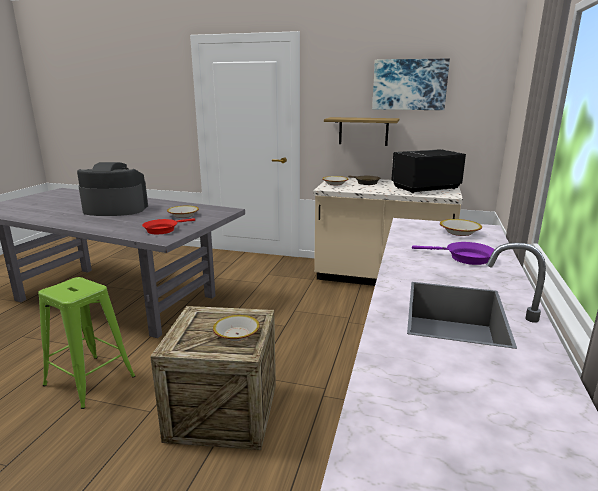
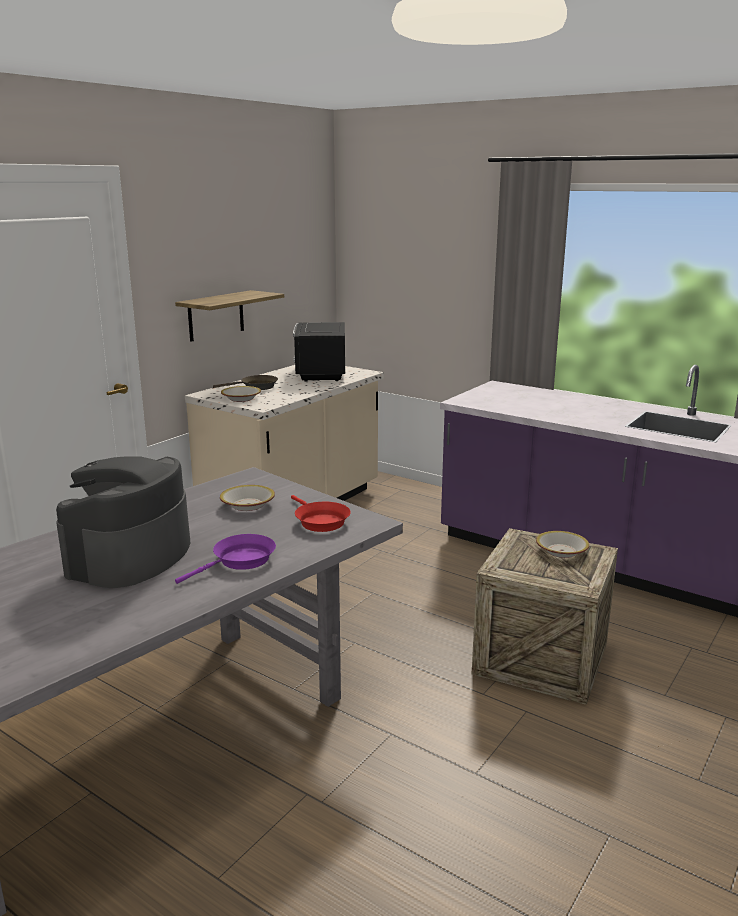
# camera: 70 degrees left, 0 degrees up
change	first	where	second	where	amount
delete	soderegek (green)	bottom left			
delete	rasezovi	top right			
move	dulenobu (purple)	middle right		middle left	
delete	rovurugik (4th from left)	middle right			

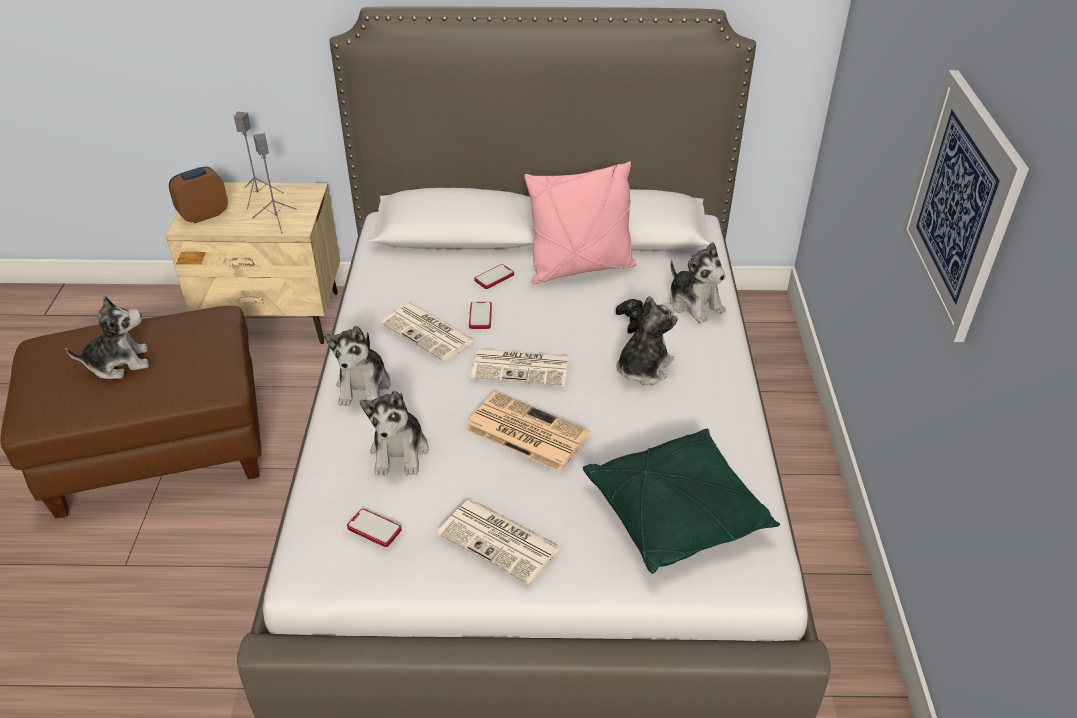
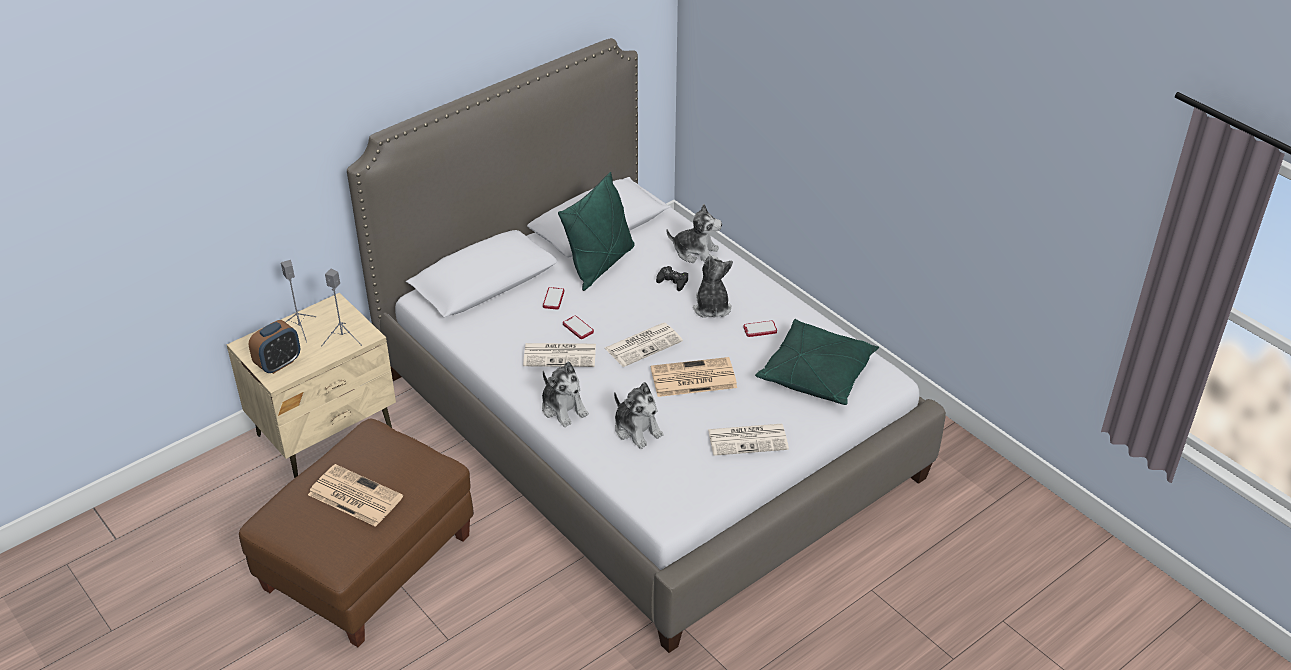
# camera: 40 degrees left, 0 degrees up
change	first	where	second	where	amount
replace	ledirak (1st from left)	middle left	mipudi (1st from left)	bottom left	
rotate	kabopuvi	top left		middle left	150 degrees counterclockwise
move	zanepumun (1st from left in the first image)	bottom centre	zanepumun (3rd from left)	centre	
recolor	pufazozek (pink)	top centre	pufazozek (green) (1st from left)	centre	
delete	rasezovi	top right			

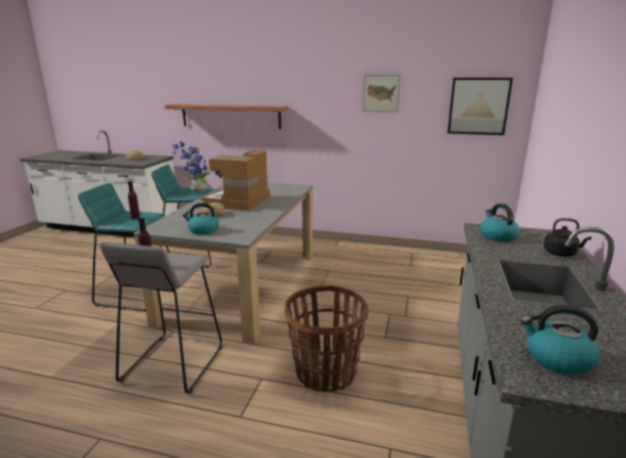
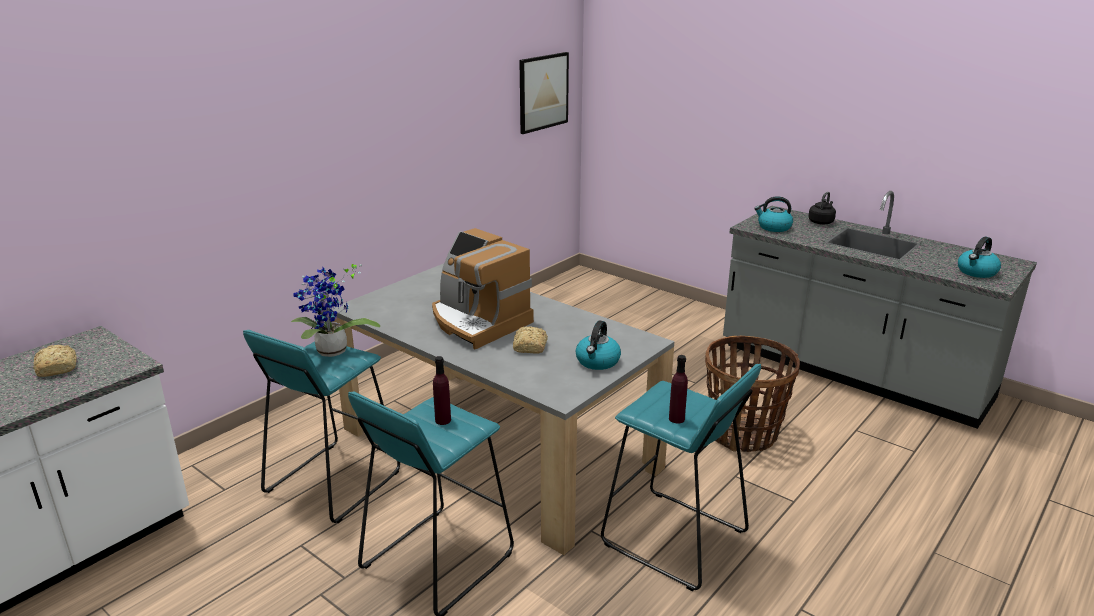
# camera: 65 degrees left, 5 degrees up
change	first	where	second	where	amount
recolor	soderegek (grey)	bottom left	soderegek (turquoise) (3rd from left)	bottom centre	
delete	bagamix	top centre			
delete	rasezovi (1st from left)	top centre			

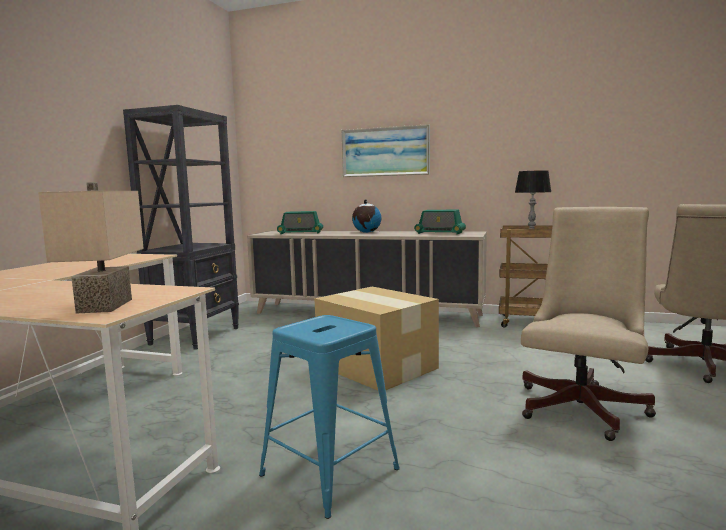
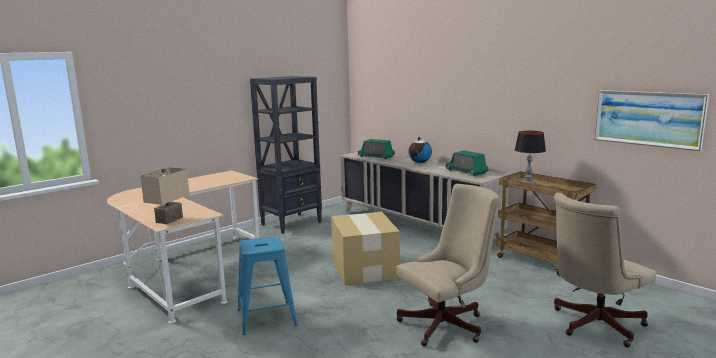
# camera: 30 degrees right, 5 degrees up
change	first	where	second	where	amount
move	rasezovi	top centre		middle right	

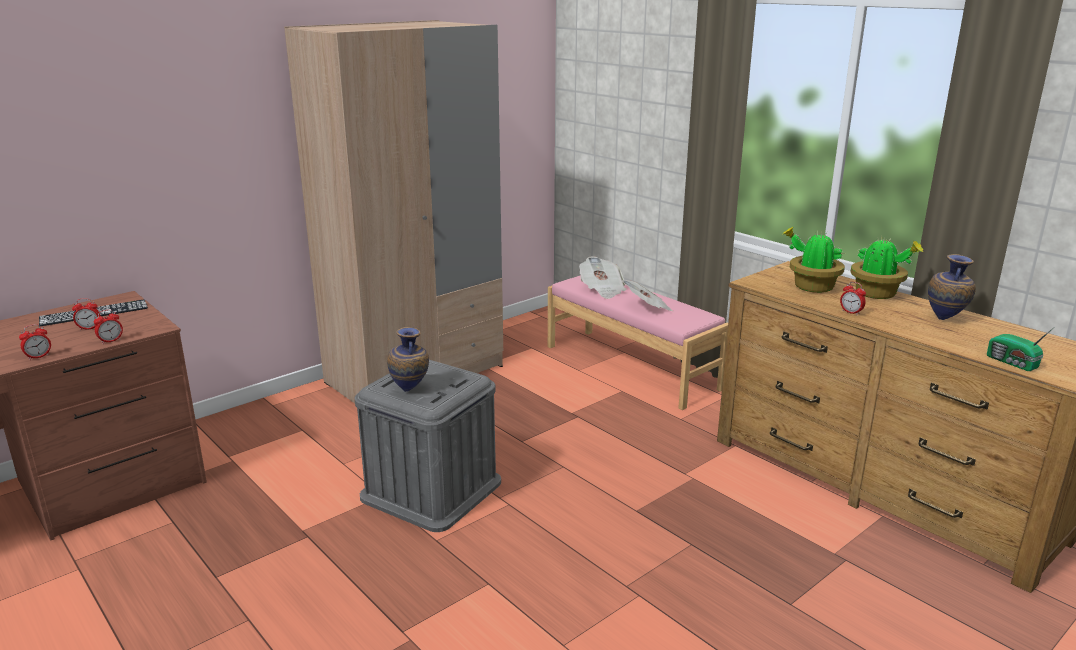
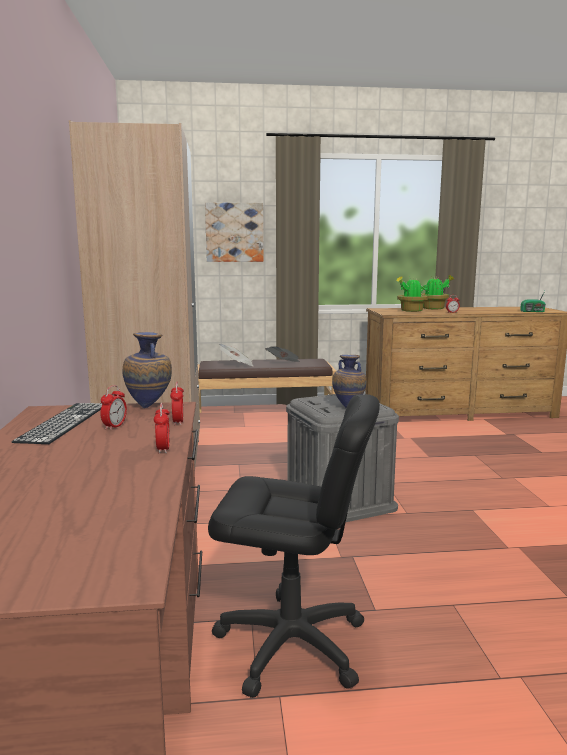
# camera: 55 degrees left, 10 degrees down
change	first	where	second	where	amount
recolor	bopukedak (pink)	centre	bopukedak (brown)	centre	
move	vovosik (2nd from left in the first image)	middle right	vovosik (1st from left)	middle left	
insert			rasezovi	top centre	
insert			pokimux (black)	bottom centre	

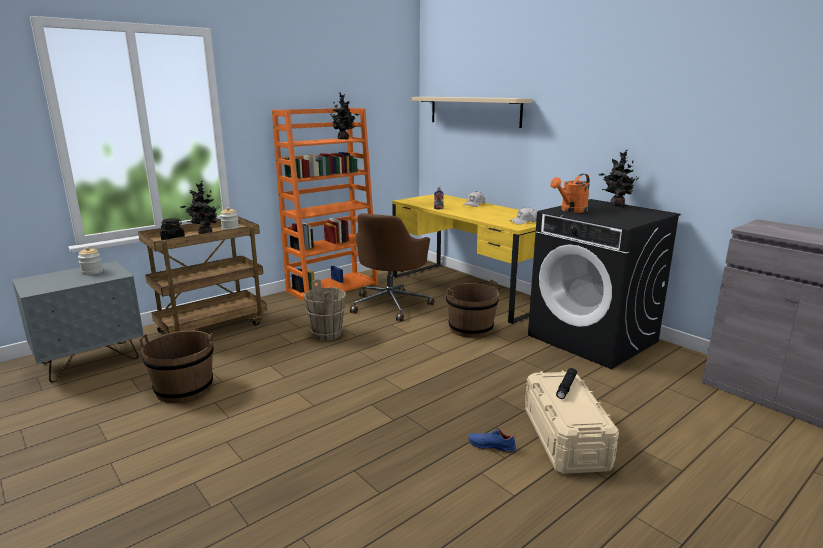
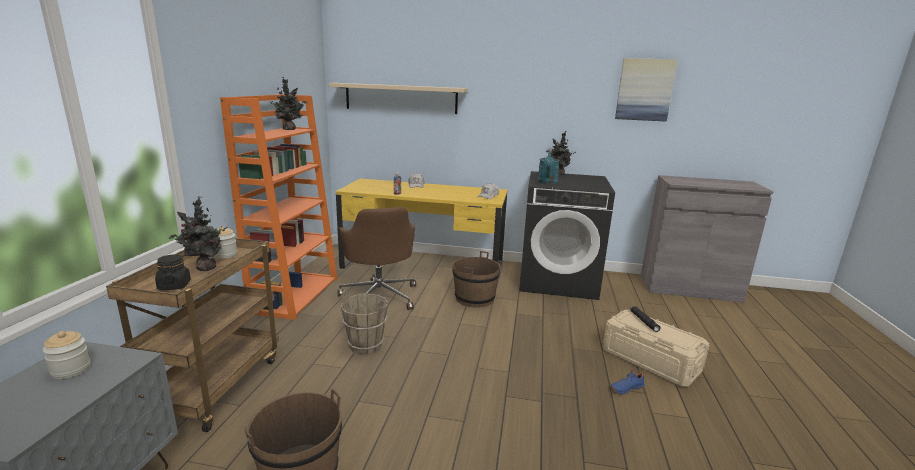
# camera: 40 degrees left, 0 degrees up
change	first	where	second	where	amount
recolor	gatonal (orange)	middle right	gatonal (turquoise)	centre	
insert			rasezovi	top right	

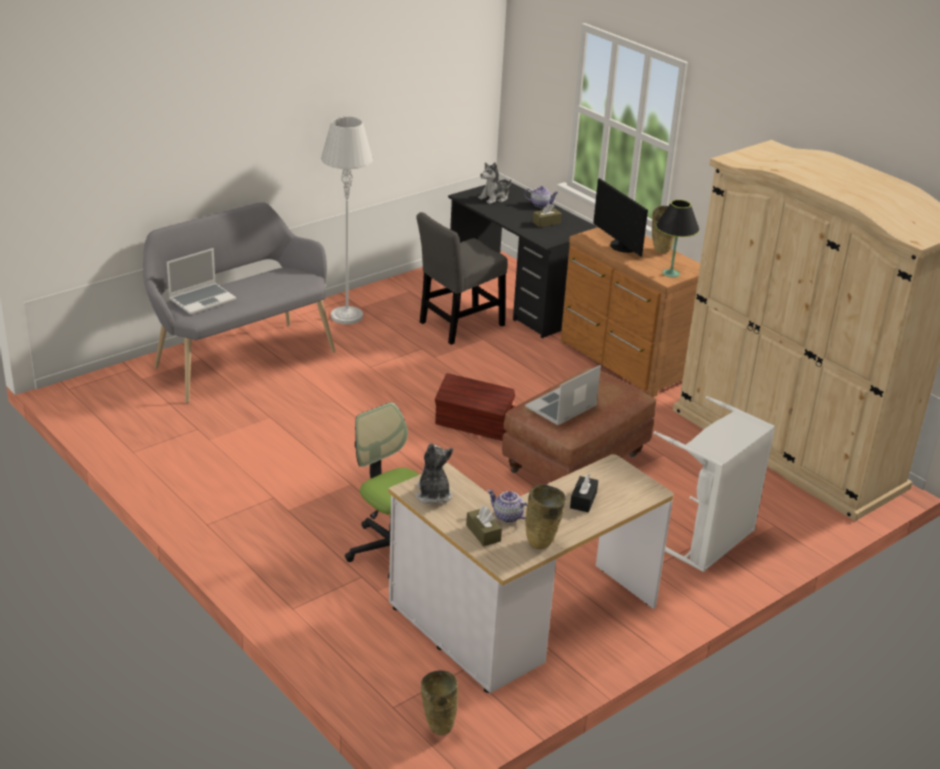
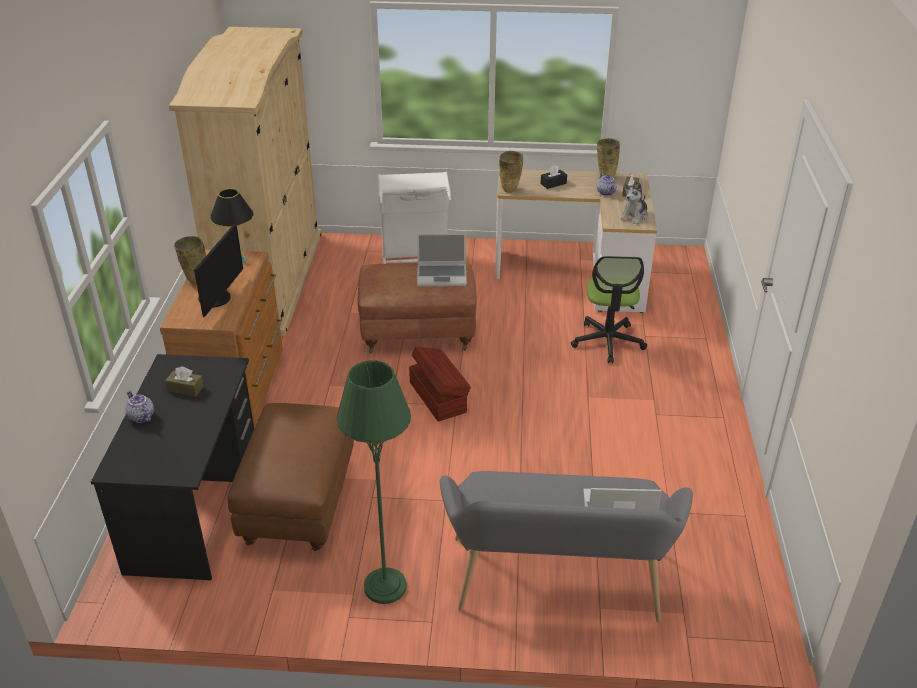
# camera: 135 degrees left, 5 degrees up
change	first	where	second	where	amount
recolor	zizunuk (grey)	top centre	zizunuk (green)	bottom centre	
replace	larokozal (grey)	centre	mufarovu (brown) (1st from left)	bottom left	
move	vovosik (beige) (1st from left in the first image)	bottom centre	vovosik (beige) (2nd from left)	top centre	
delete	ledirak (2nd from left)	top centre			

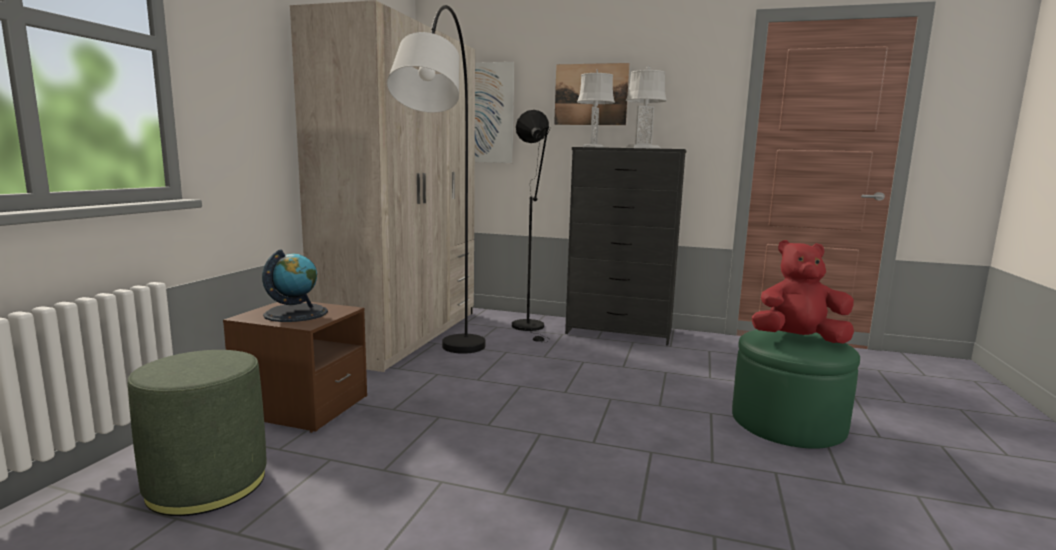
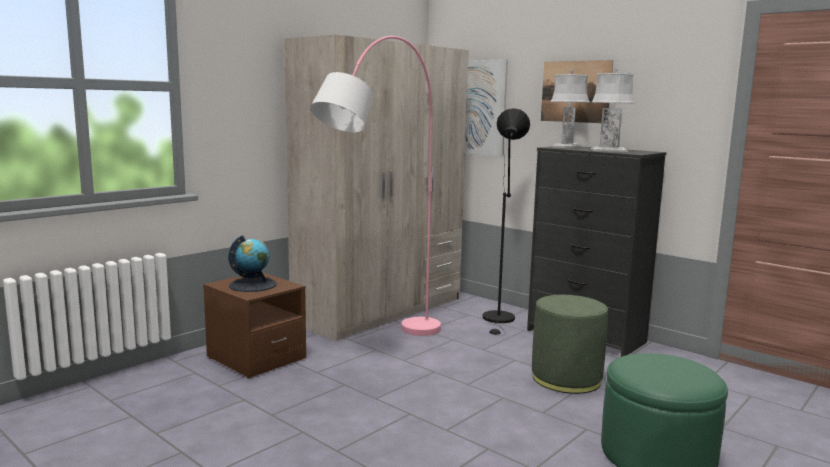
# camera: 25 degrees right, 0 degrees up
change	first	where	second	where	amount
move	mufarovu (green) (1st from left)	bottom left		bottom right	
recolor	zizunuk (black) (1st from left)	top centre	zizunuk (pink)	centre	
delete	ledirak (red)	middle right			

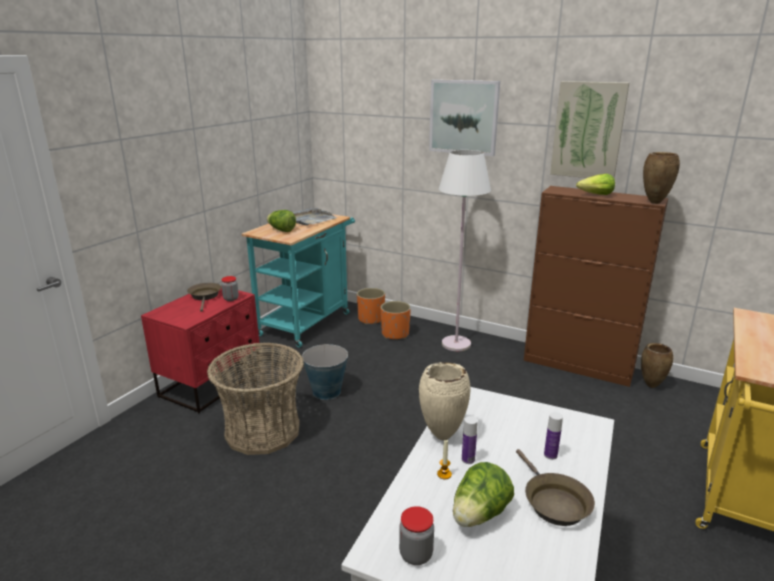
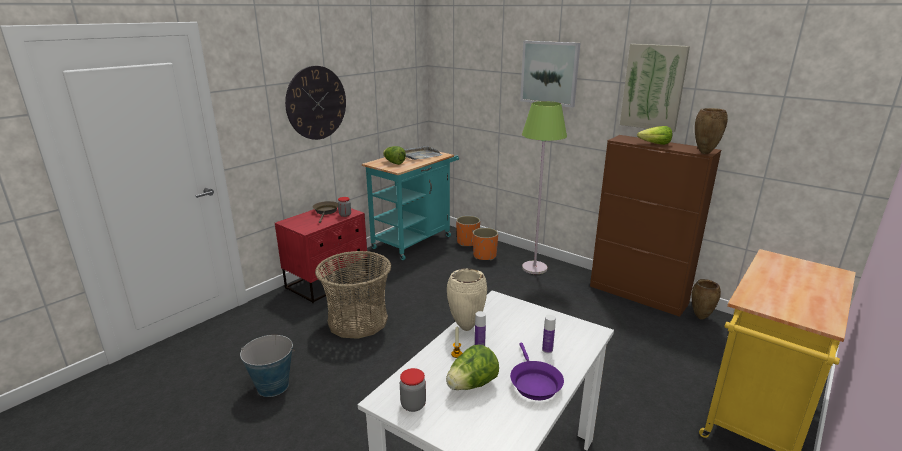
# camera: 10 degrees right, 0 degrees up
change	first	where	second	where	amount
move	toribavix	centre		bottom left	
recolor	zizunuk (white)	centre	zizunuk (green)	centre	
recolor	dulenobu (brown) (2nd from left)	bottom right	dulenobu (purple)	bottom centre	
insert			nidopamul	top centre	

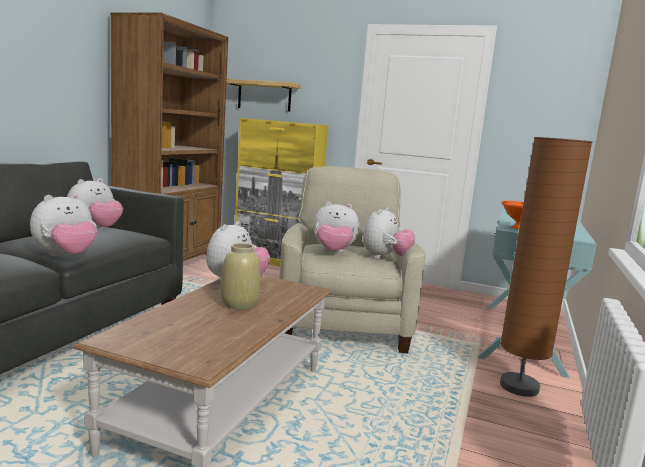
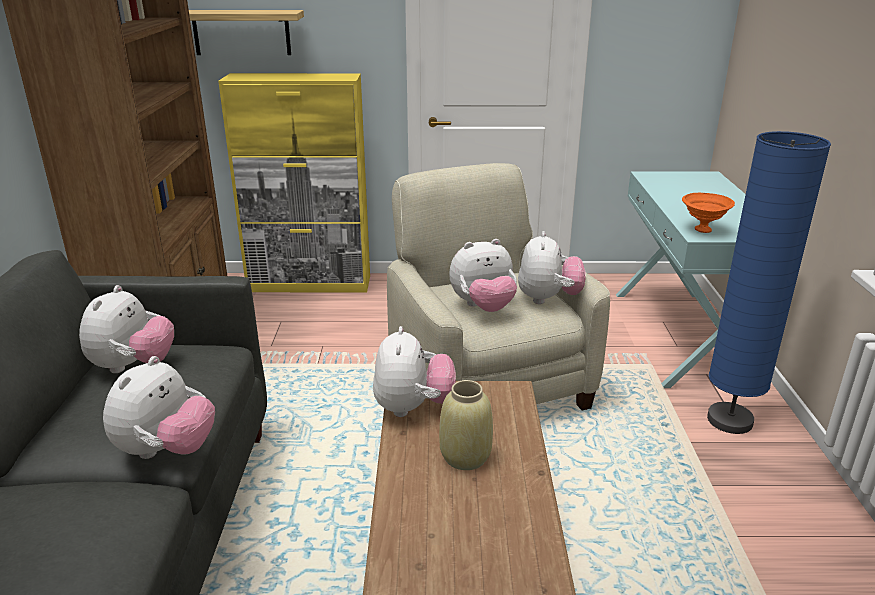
# camera: 20 degrees left, 15 degrees up
change	first	where	second	where	amount
recolor	zizunuk (brown)	middle right	zizunuk (blue)	middle right	

